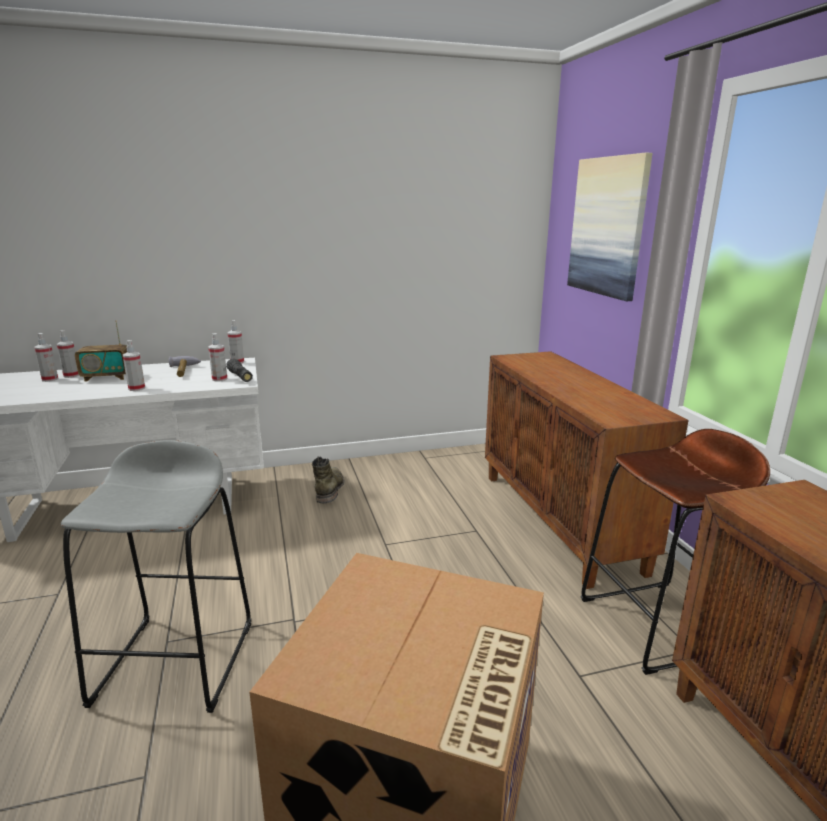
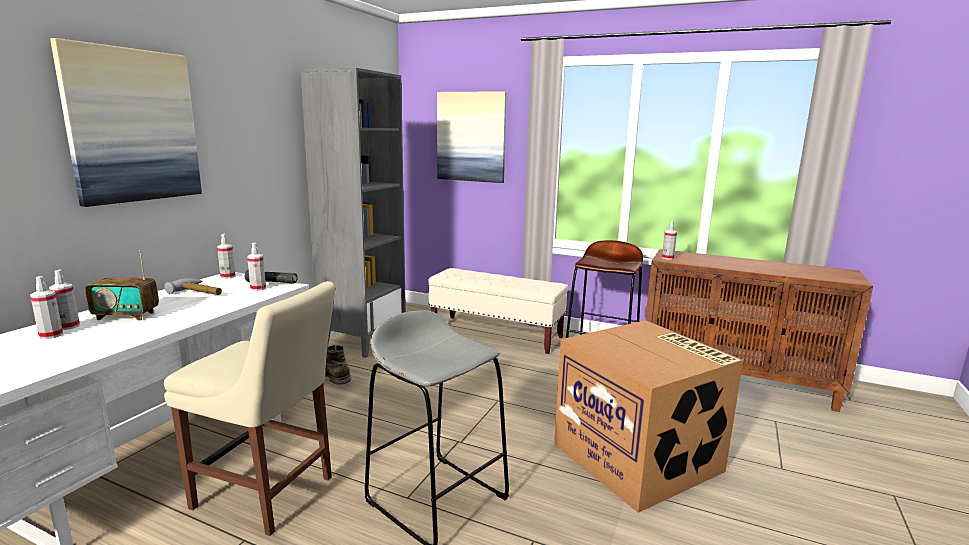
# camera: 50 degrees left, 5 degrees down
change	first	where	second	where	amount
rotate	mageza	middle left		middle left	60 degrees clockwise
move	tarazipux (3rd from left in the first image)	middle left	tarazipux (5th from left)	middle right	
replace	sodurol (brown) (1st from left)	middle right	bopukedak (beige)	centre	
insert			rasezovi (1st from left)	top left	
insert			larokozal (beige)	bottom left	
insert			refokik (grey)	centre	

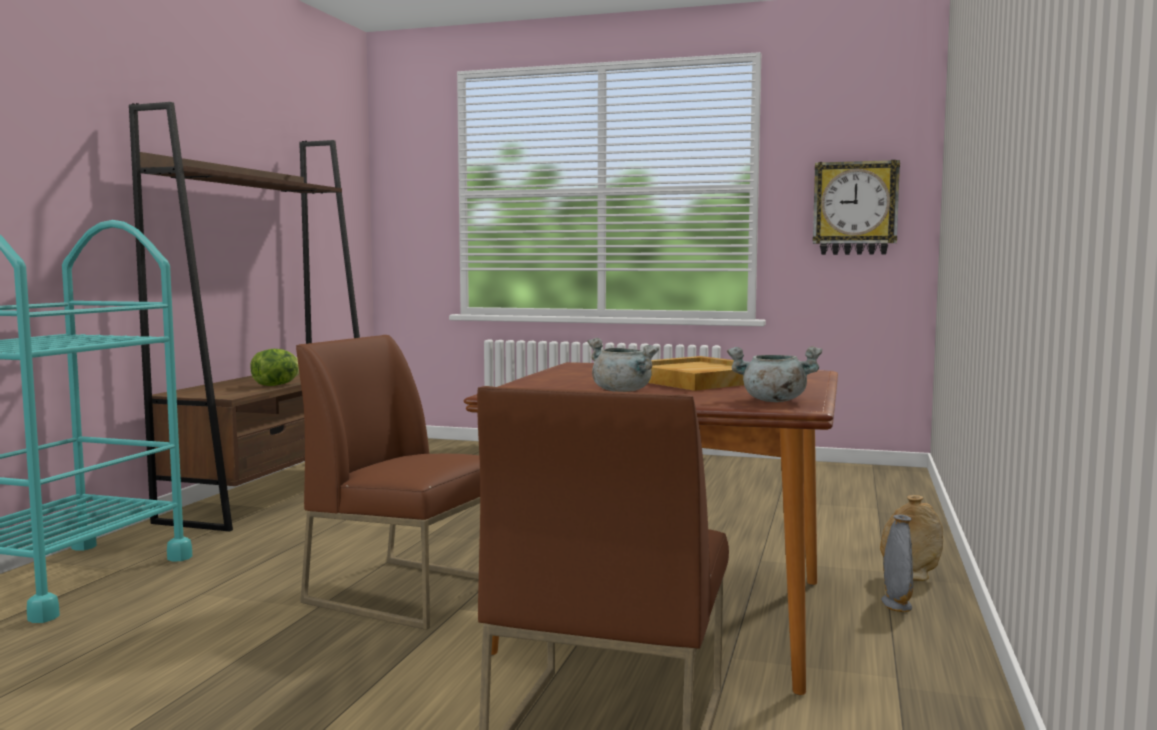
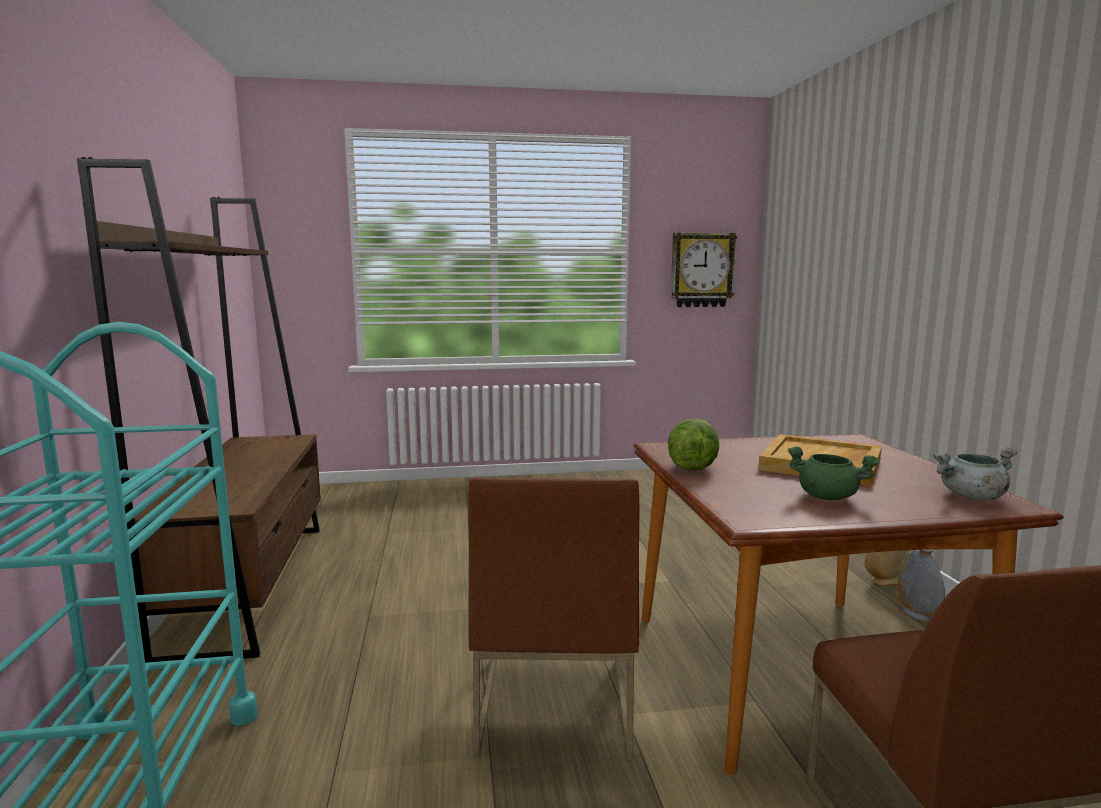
# camera: 25 degrees left, 5 degrees up
change	first	where	second	where	amount
move	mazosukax	middle left		centre	
rotate	larokozal (brown) (1st from left)	centre		bottom centre	90 degrees counterclockwise
recolor	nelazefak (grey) (1st from left)	centre	nelazefak (green)	middle right	

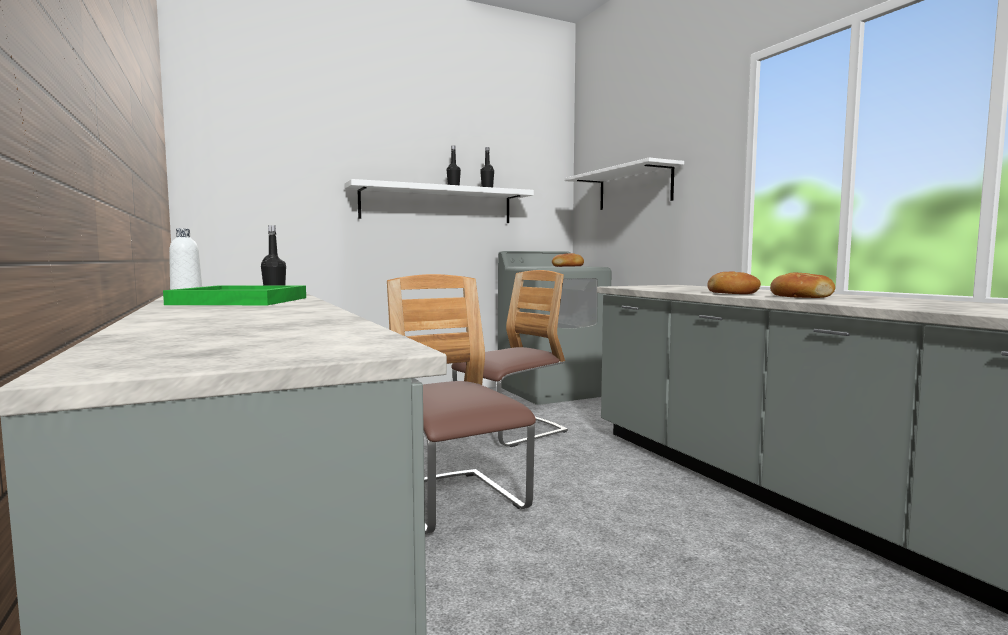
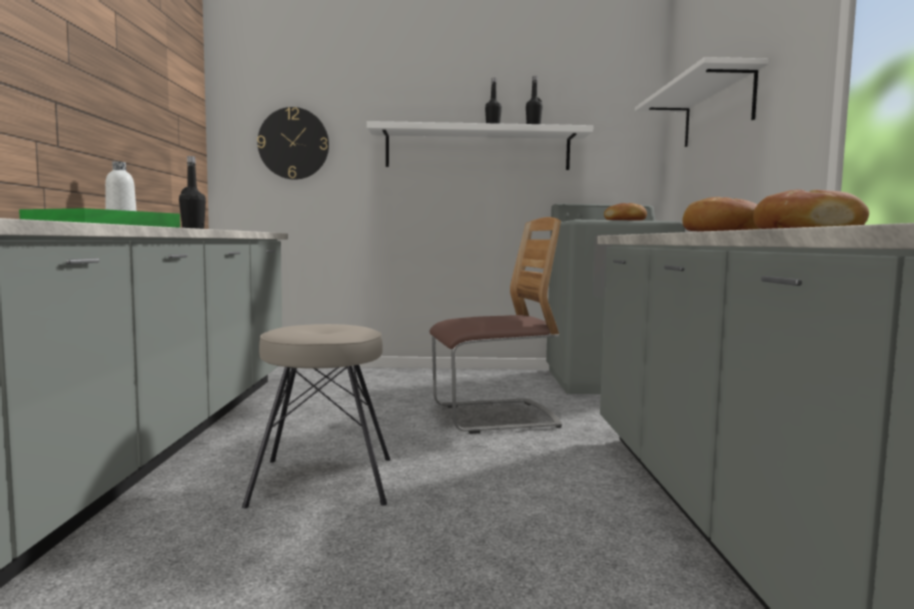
# camera: 25 degrees right, 0 degrees up
change	first	where	second	where	amount
replace	larokozal (1st from left)	centre	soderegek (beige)	bottom centre	
insert			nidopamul	top left	

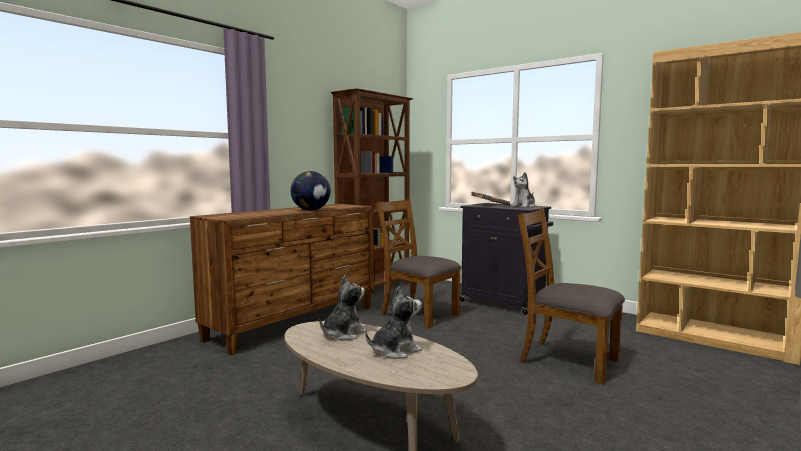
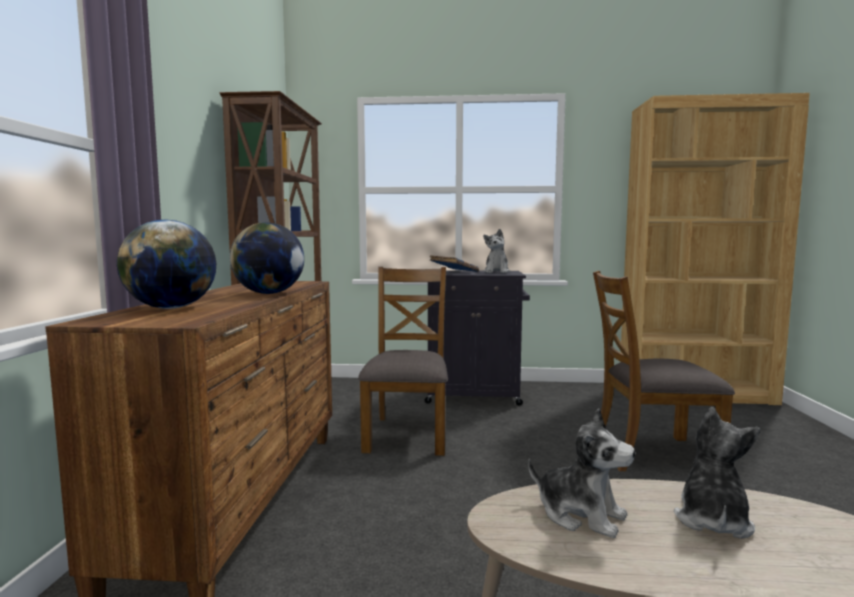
# camera: 35 degrees left, 0 degrees up
change	first	where	second	where	amount
rotate	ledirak (1st from left in the first image)	bottom centre	ledirak (2nd from left)	bottom right	120 degrees clockwise
rotate	larokozal (brown) (1st from left)	centre		centre	90 degrees clockwise
insert			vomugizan (1st from left)	middle left	

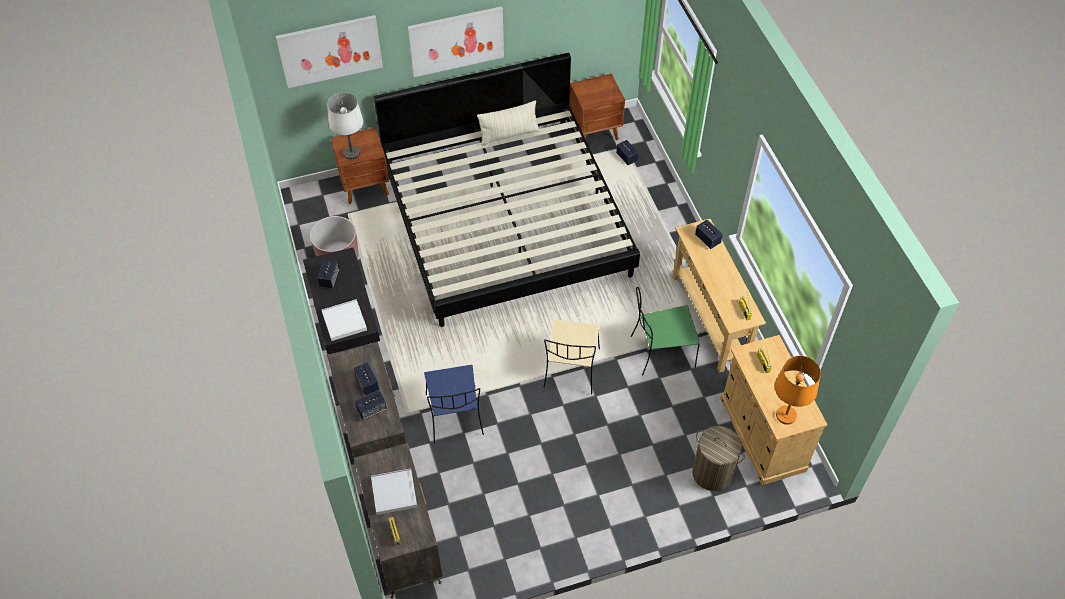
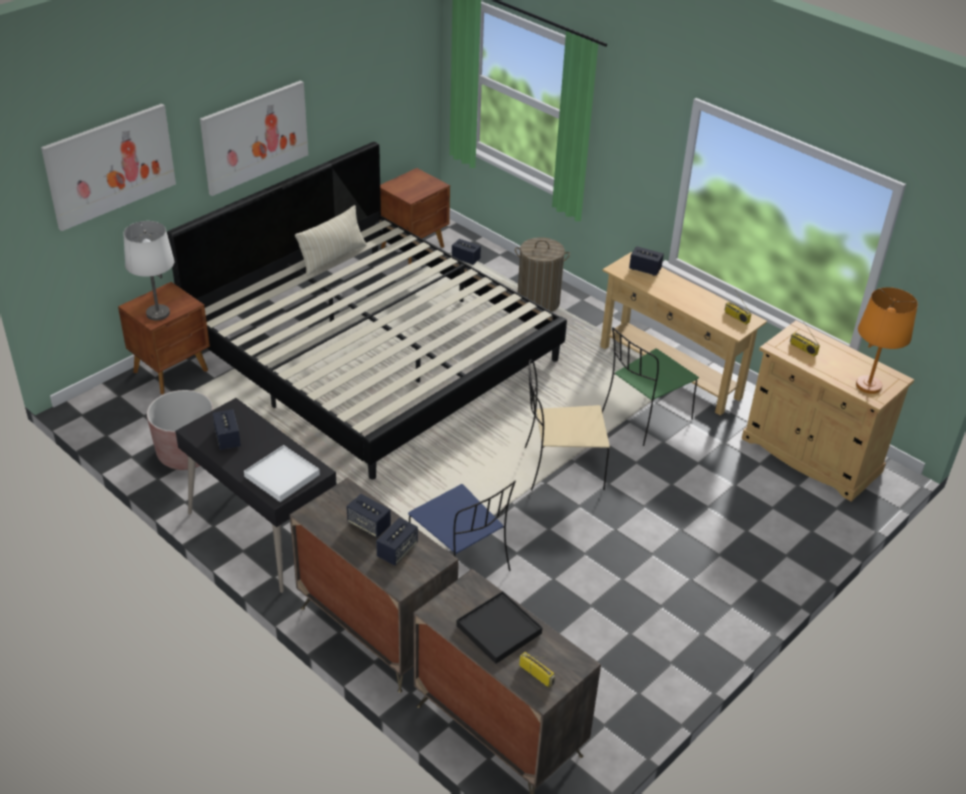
# camera: 30 degrees left, 15 degrees down
change	first	where	second	where	amount
recolor	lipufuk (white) (2nd from left)	bottom centre	lipufuk (black)	bottom centre	
rotate	larokozal (beige)	centre		centre	105 degrees clockwise
move	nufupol	bottom right		centre	

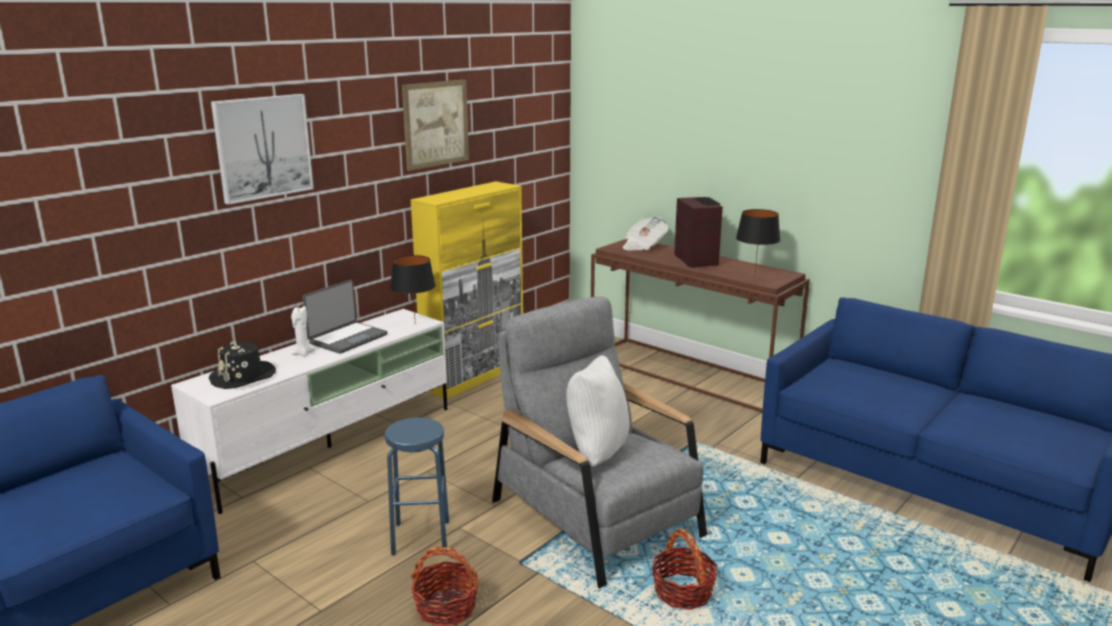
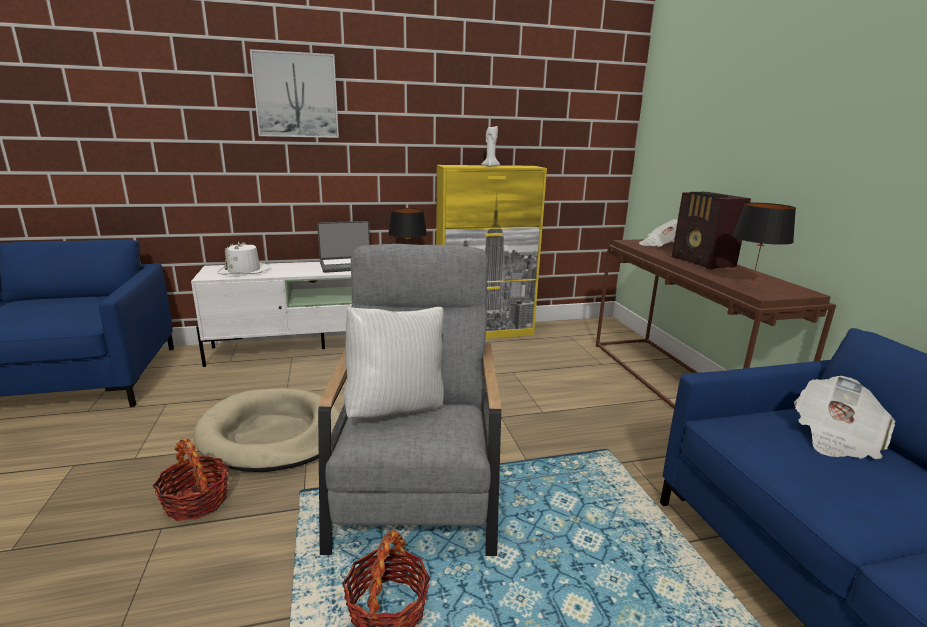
# camera: 35 degrees right, 0 degrees up
change	first	where	second	where	amount
recolor	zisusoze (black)	middle left	zisusoze (white)	middle left	
move	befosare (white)	middle left		top centre	
replace	soderegek (blue)	bottom centre	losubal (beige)	bottom left	
delete	rasezovi (2nd from left)	top centre			
rotate	mageza	centre		middle right	135 degrees clockwise
insert			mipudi (2nd from left)	middle right	

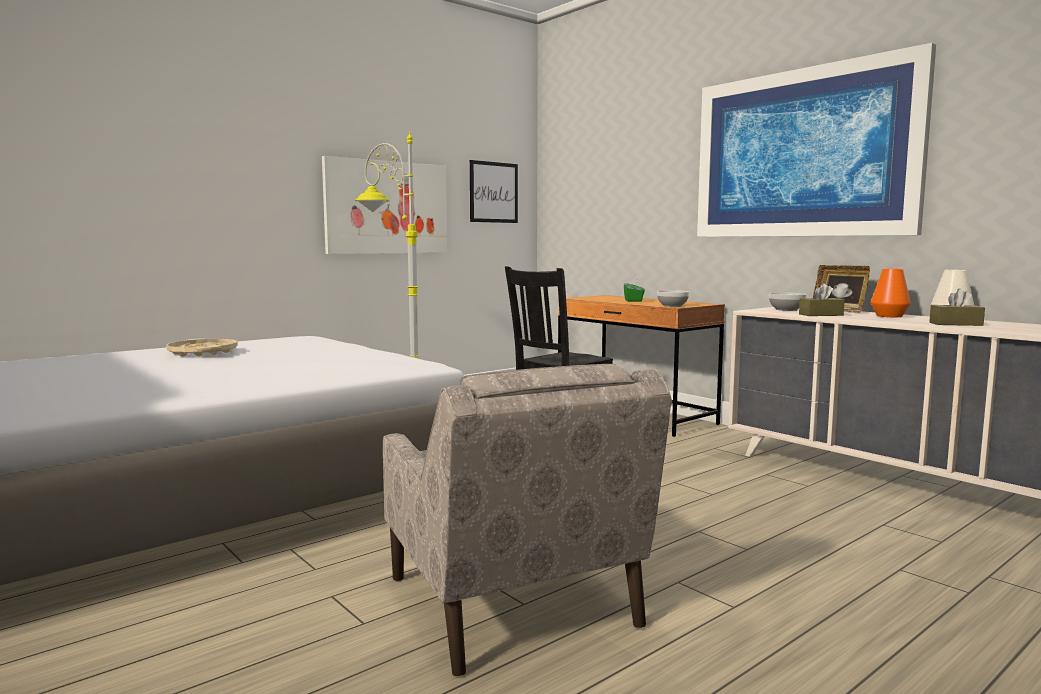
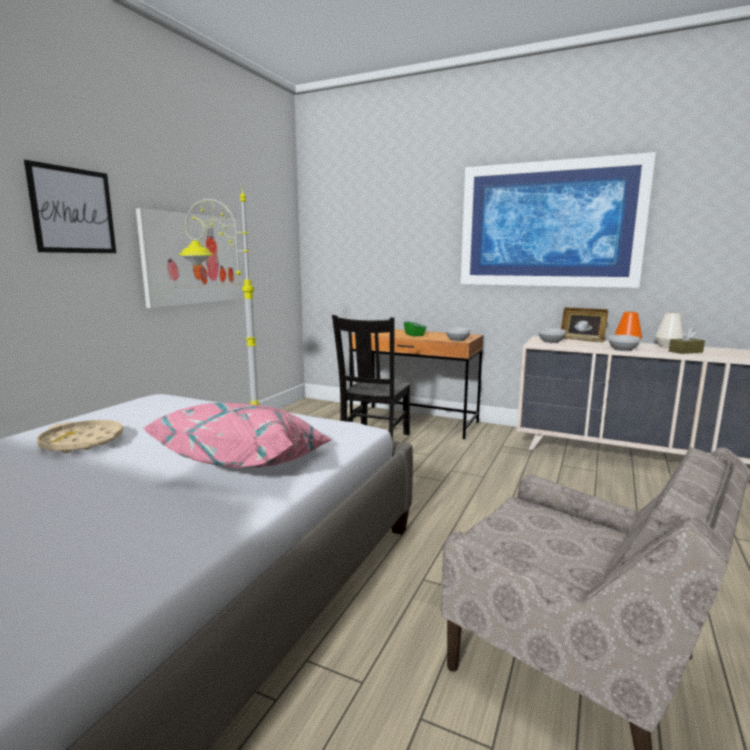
# camera: 25 degrees left, 5 degrees up
change	first	where	second	where	amount
move	rasezovi (2nd from left in the first image)	top centre	rasezovi (1st from left)	top left	
delete	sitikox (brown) (1st from left)	middle right			
insert			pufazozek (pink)	middle left	
insert			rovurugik (3rd from left)	middle right	

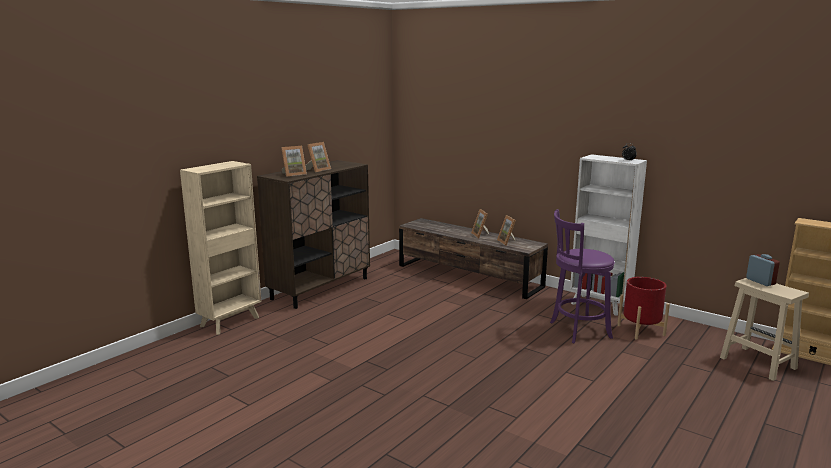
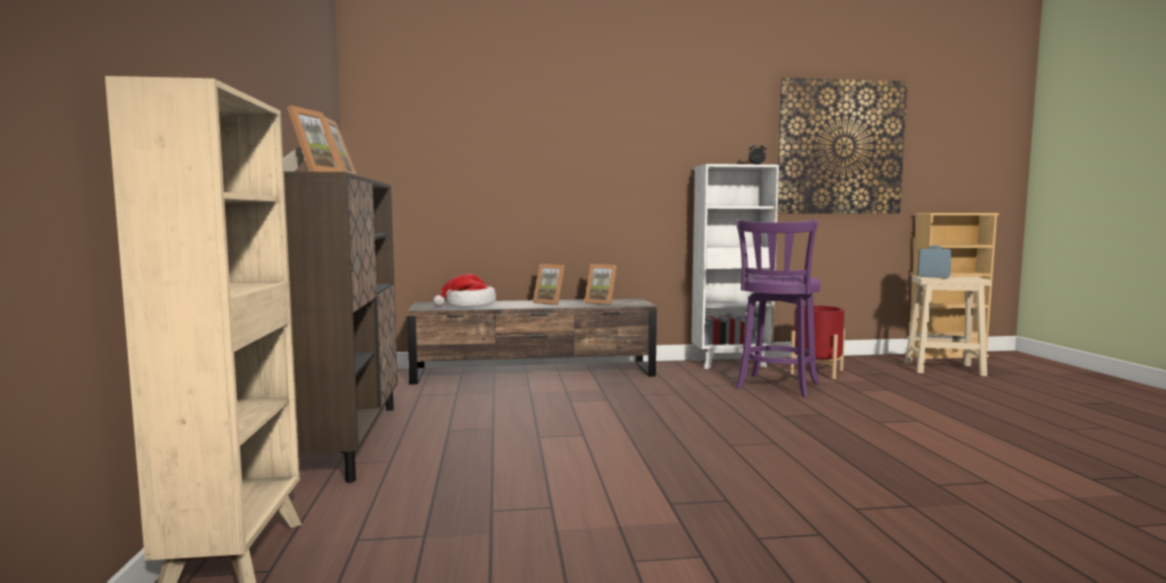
# camera: 45 degrees left, 10 degrees down
change	first	where	second	where	amount
insert			zisusoze	centre	
insert			rasezovi	top right	

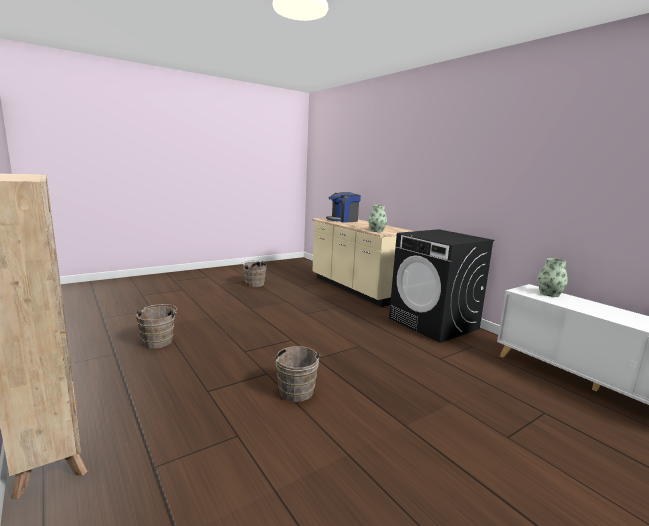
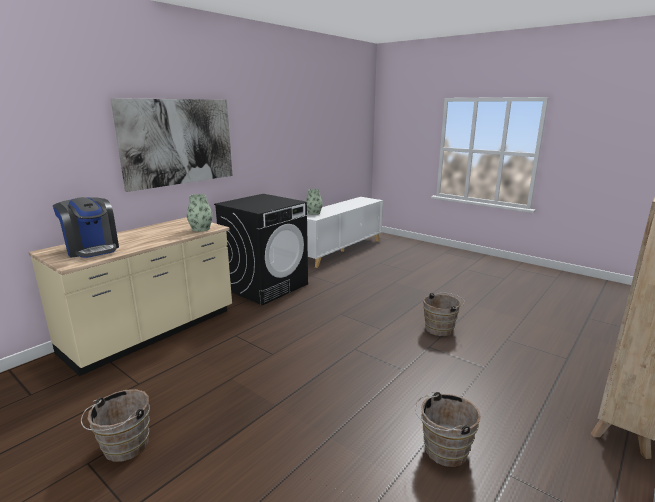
# camera: 105 degrees left, 5 degrees up
change	first	where	second	where	amount
insert			rasezovi	top left	

